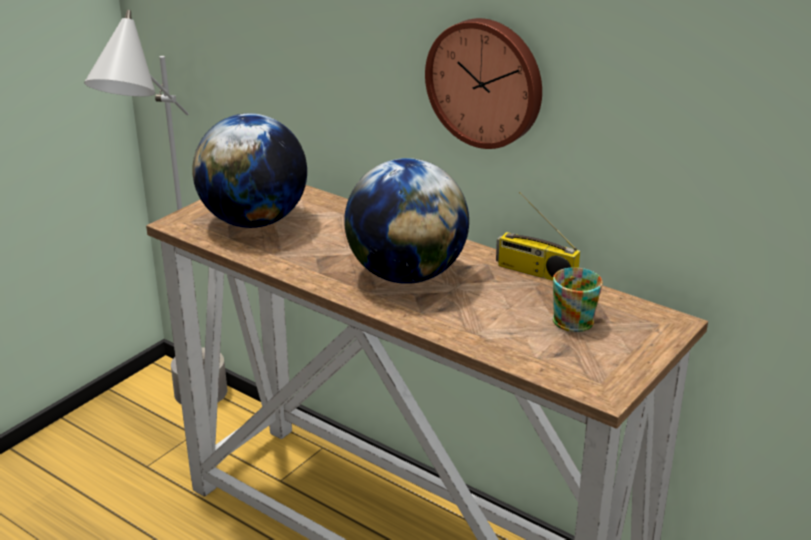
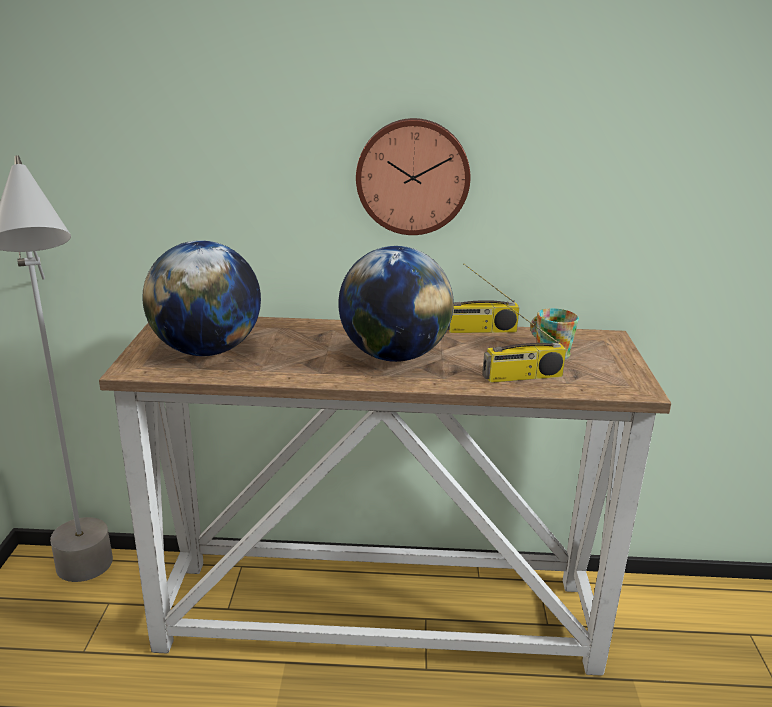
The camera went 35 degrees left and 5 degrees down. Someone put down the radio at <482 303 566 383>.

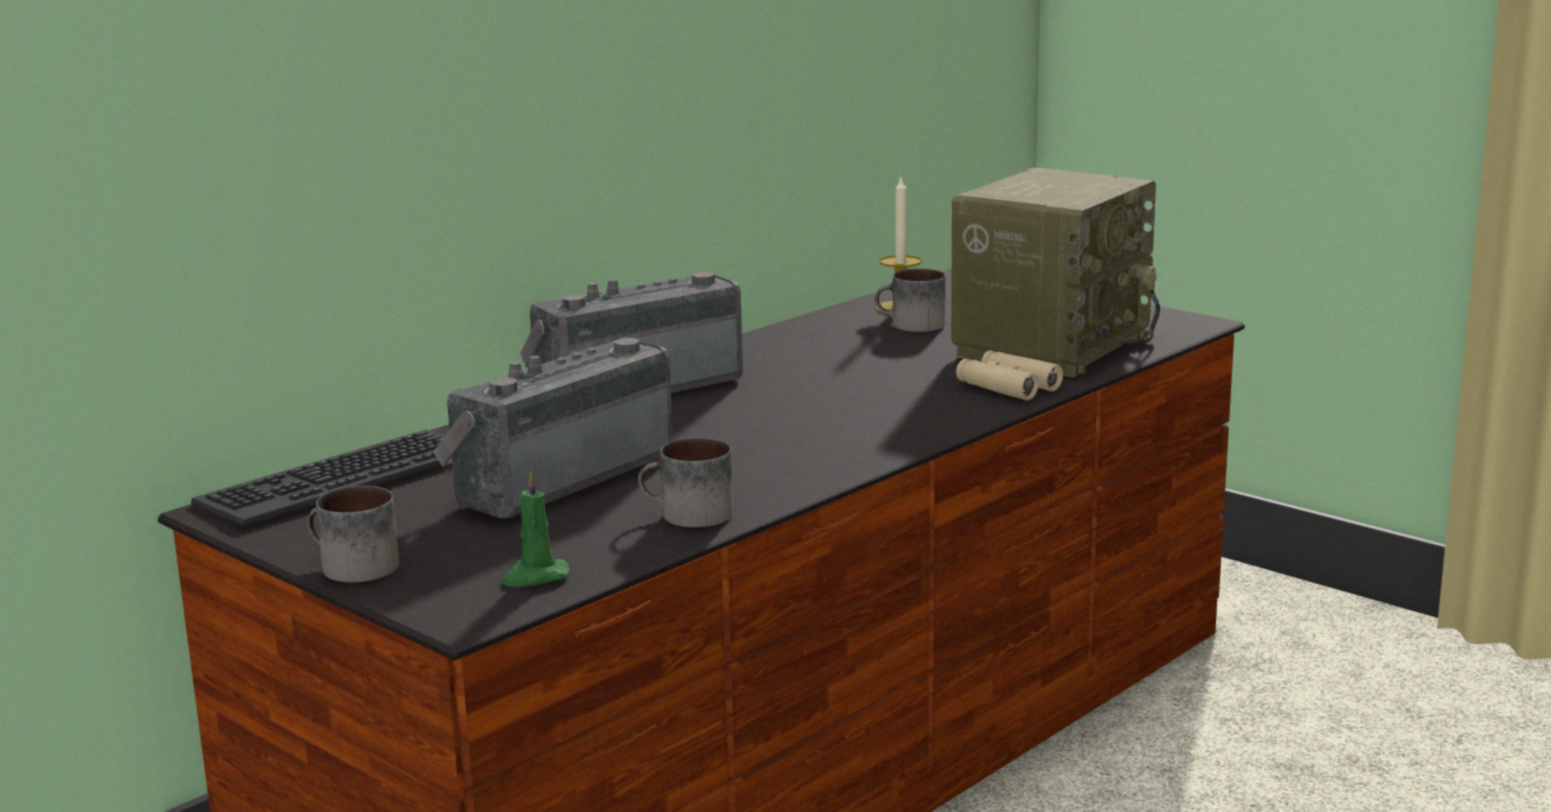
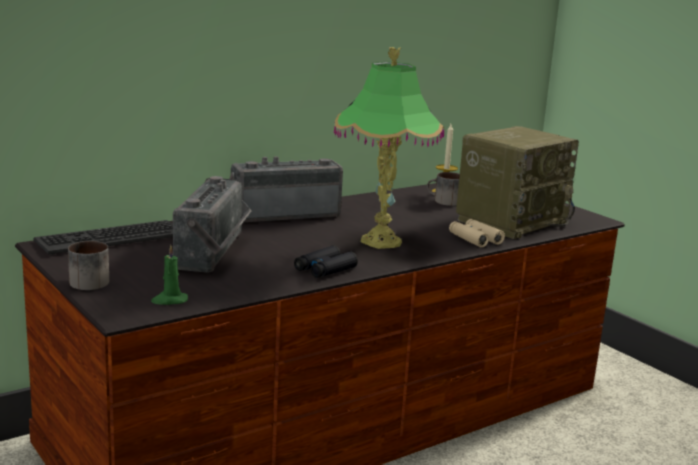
The camera went 10 degrees right and 0 degrees up. Someone took away the mug at <638 438 733 528>. Someone put down the black binoculars at <294 245 358 278>. Someone put down the table lamp at <334 47 444 249>. Someone rotated the radio at <433 337 673 519> by 135 degrees clockwise.

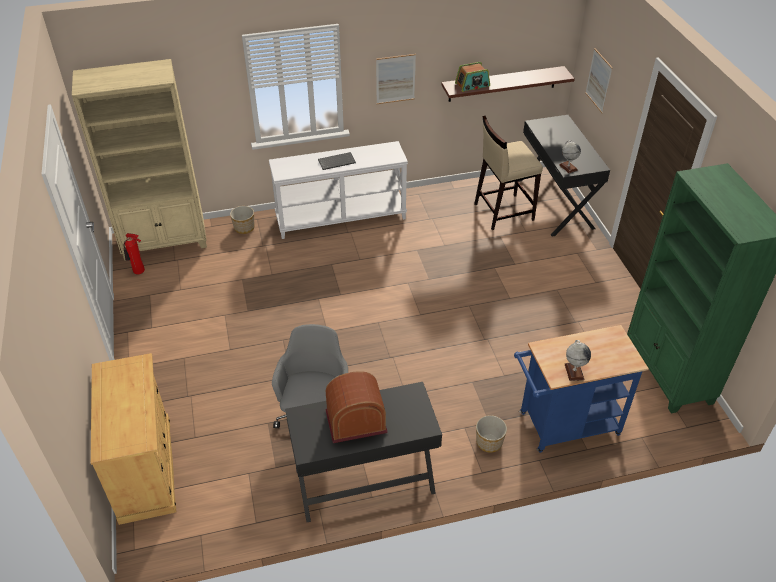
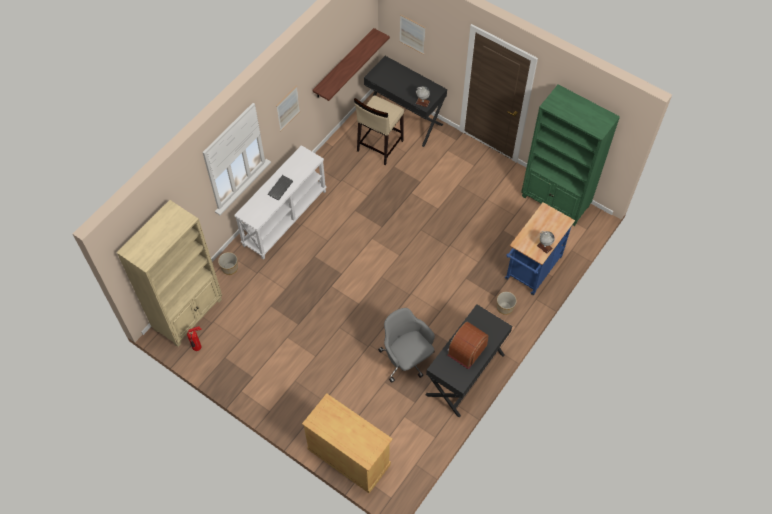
The camera went 40 degrees left and 15 degrees up. Someone took away the radio at <455 62 490 92>.

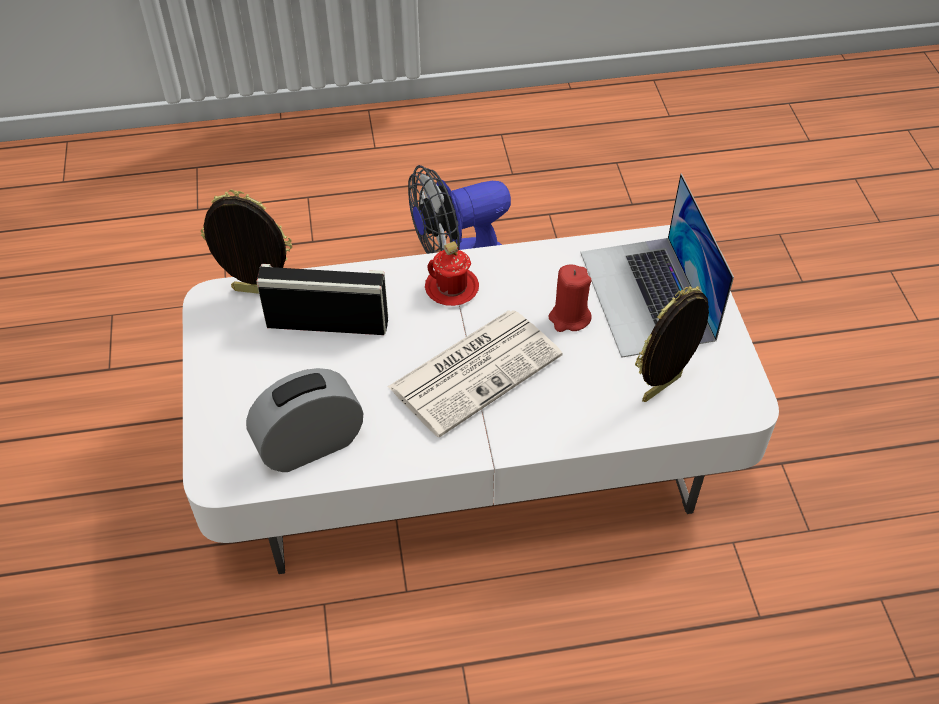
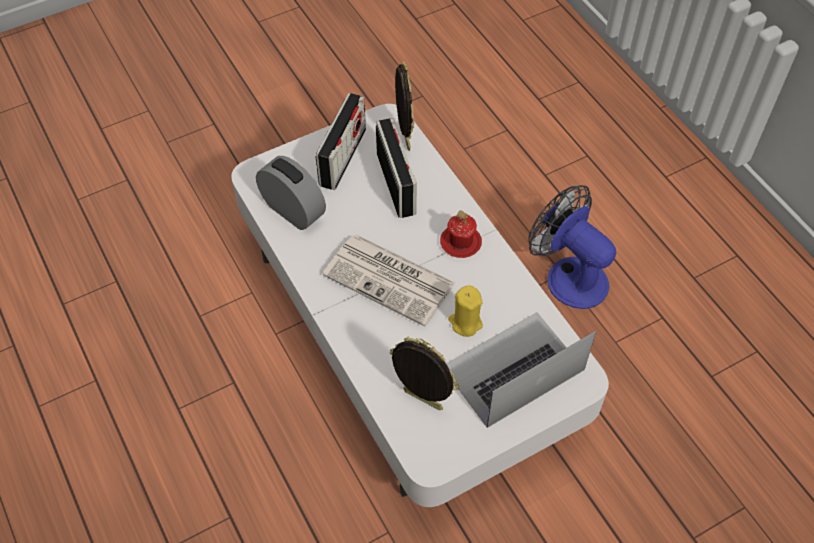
The camera went 70 degrees right and 5 degrees up. Someone put down the radio at <316 93 366 190>. Someone repainted the red candle at <548 264 592 332>, which became the yellow candle at <448 285 483 337>.

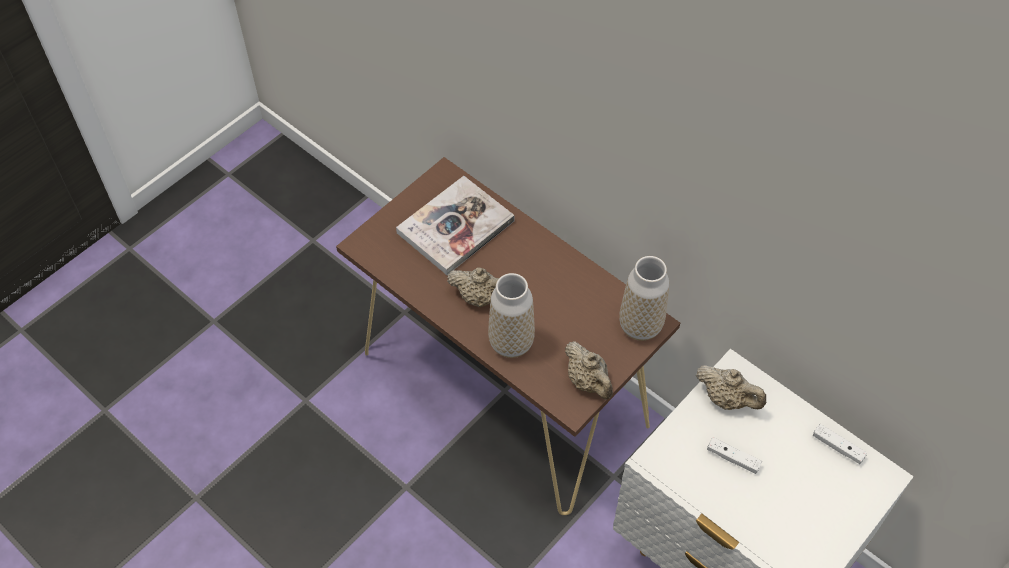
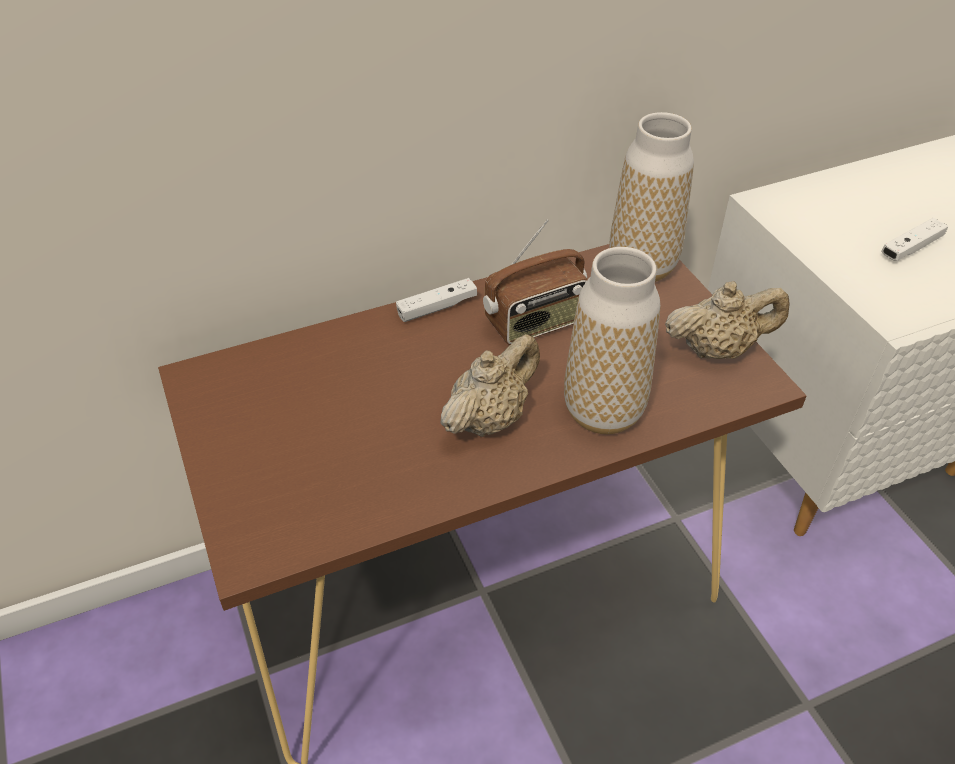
The camera went 65 degrees left and 10 degrees down. Someone took away the book at <396 176 514 275>. Someone took away the beige teapot at <696 365 766 410>. Someone put down the radio at <483 219 588 345>. Someone carried the white game controller from <813 424 867 464> to <396 278 477 322>.

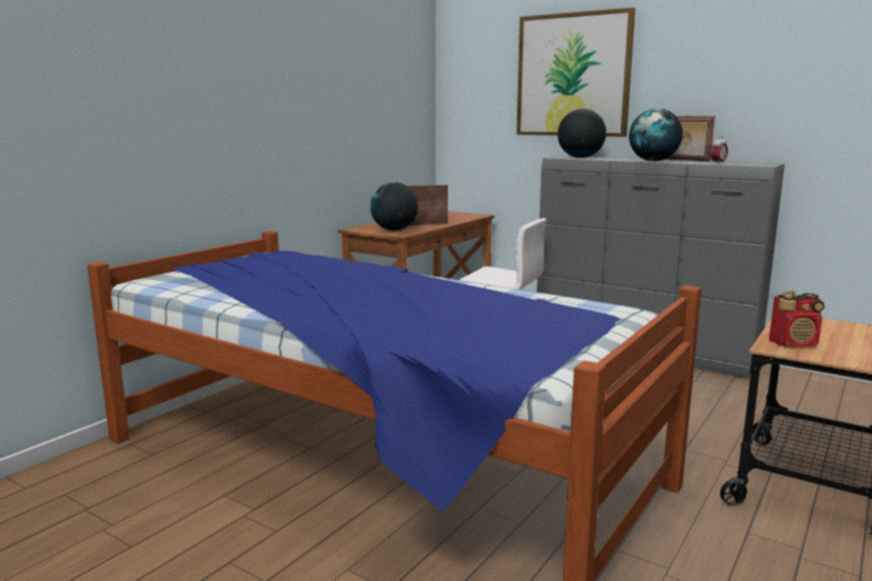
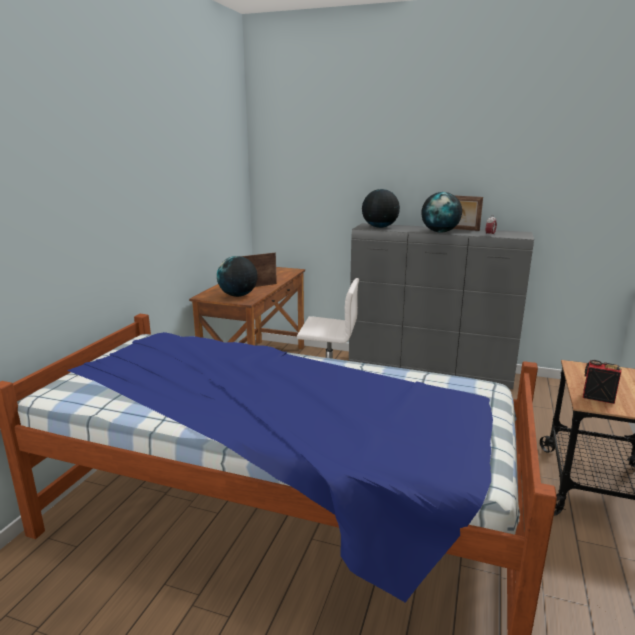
The camera went 15 degrees left and 5 degrees up. Someone took away the picture at <517 7 635 137>. Someone rotated the radio at <769 291 825 347> by 135 degrees counterclockwise.

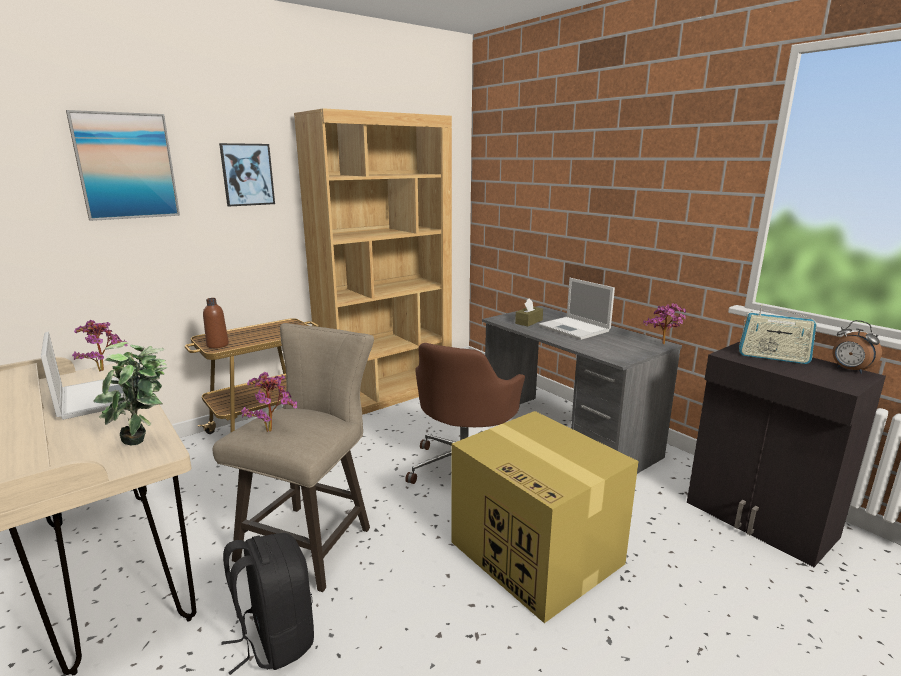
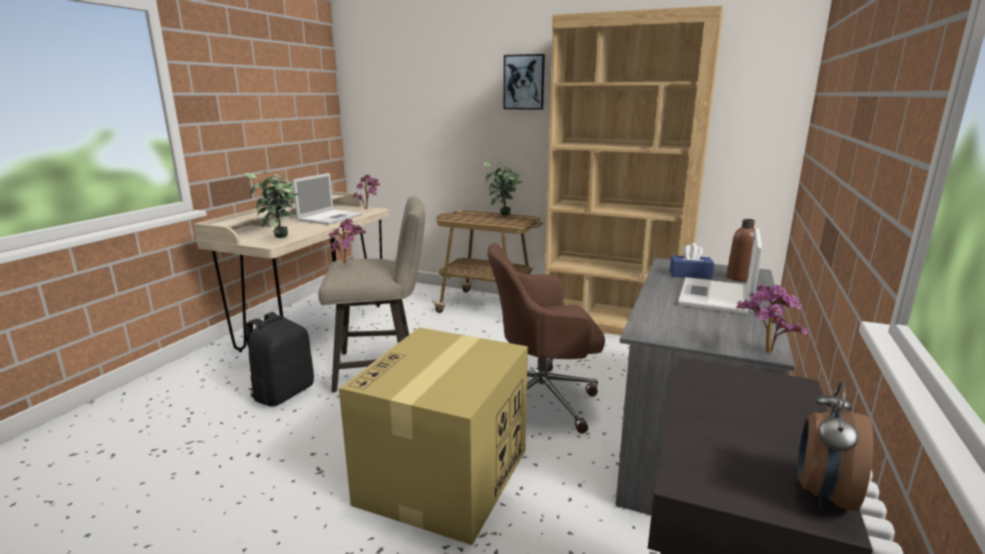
The camera went 60 degrees right and 0 degrees up. Someone took away the picture at <66 110 180 221>. Someone took away the radio at <739 305 817 364>. Someone put down the potted plant at <483 162 522 216>. Someone carried the brown bottle from <203 298 229 348> to <726 219 755 282>. Someone repainted the brown tissue box at <515 298 543 326>, which became the blue tissue box at <670 243 714 279>.

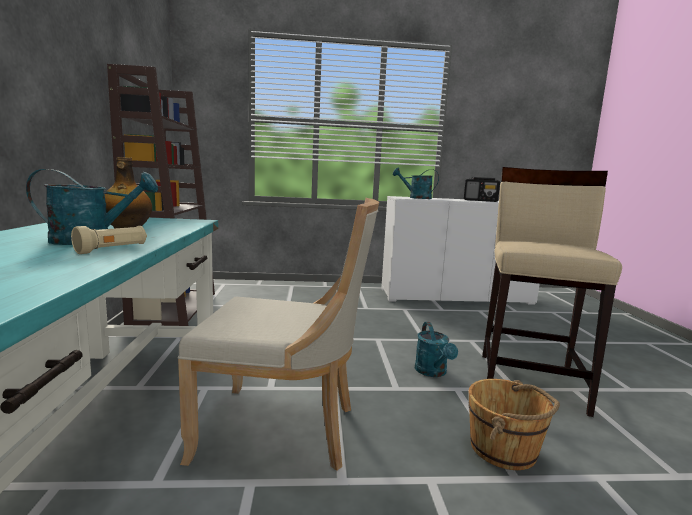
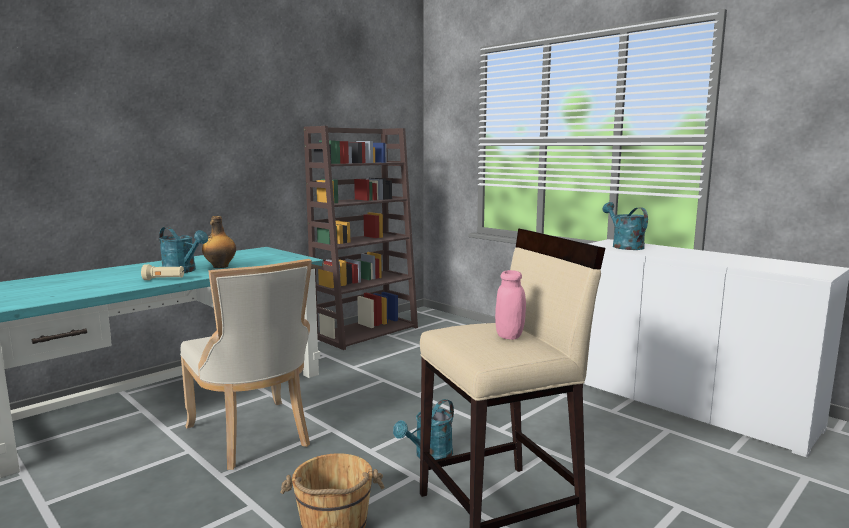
The camera went 50 degrees right and 0 degrees up. Someone took away the radio at <464 177 500 202>. Someone put down the pink jar at <495 270 526 340>.

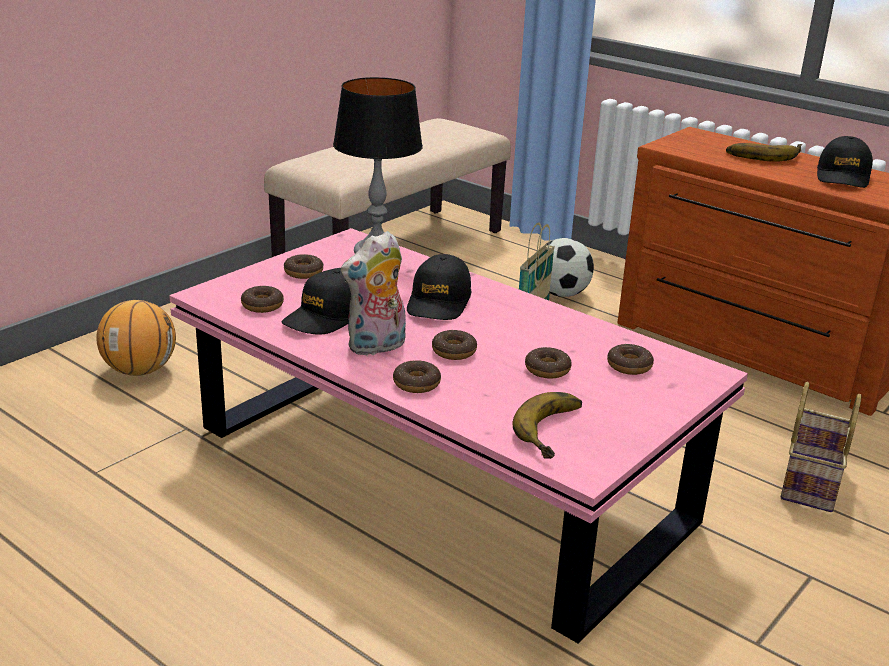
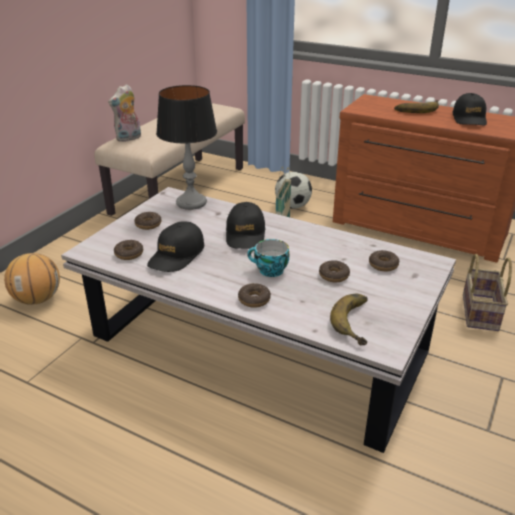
The camera went 10 degrees left and 5 degrees up. Someone carried the plush toy from <341 231 406 355> to <108 84 141 142>. Someone swapped the donut at <432 330 477 360> for the cup at <247 239 289 277>. Someone repainted the pink coffee table at <169 228 748 643>, which became the white coffee table at <61 187 456 453>.

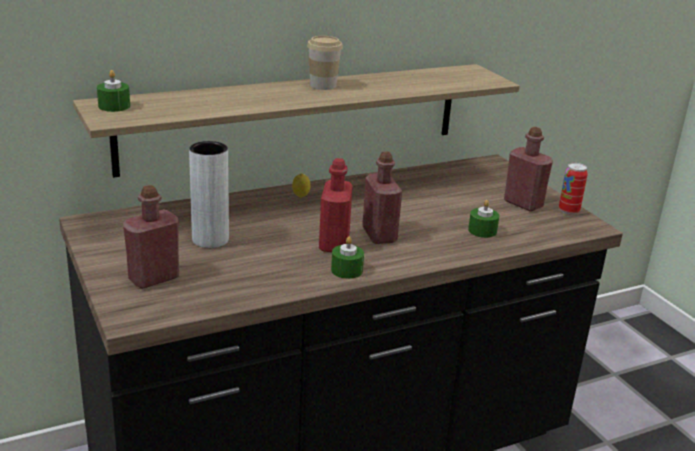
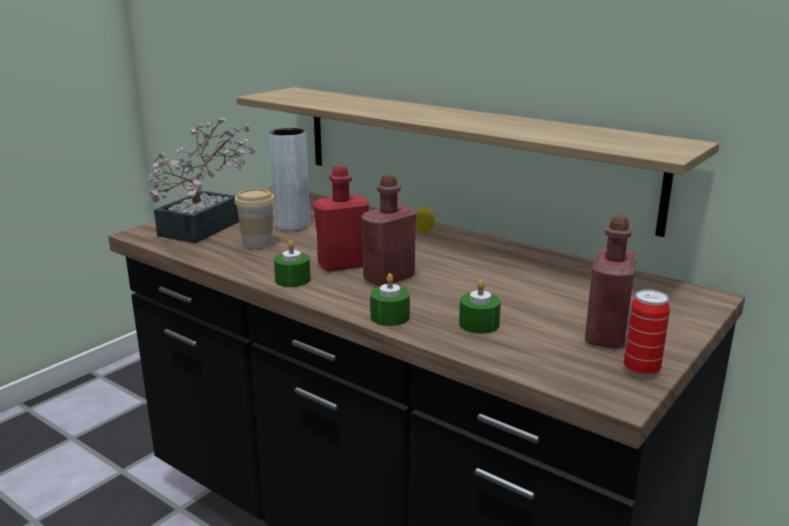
The camera went 65 degrees right and 5 degrees down. Someone carried the green candle from <97 70 130 112> to <370 273 410 326>. Someone carried the cup from <307 36 343 90> to <234 189 275 249>. Someone swapped the red bottle at <123 185 179 289> for the potted plant at <149 117 255 243>.

